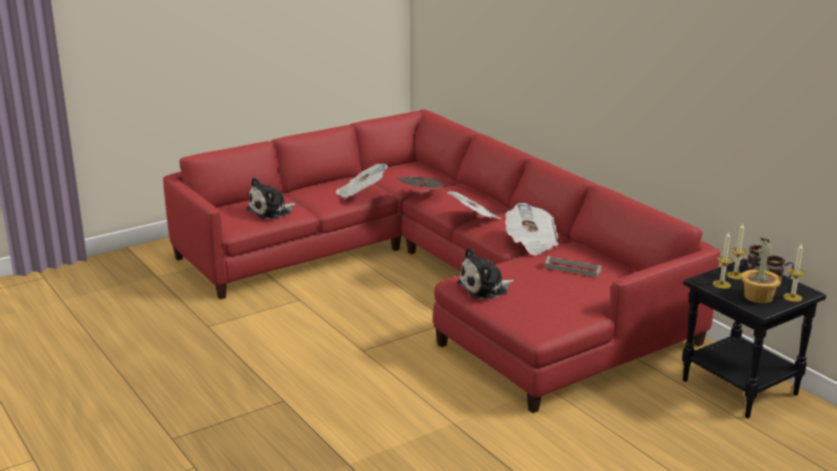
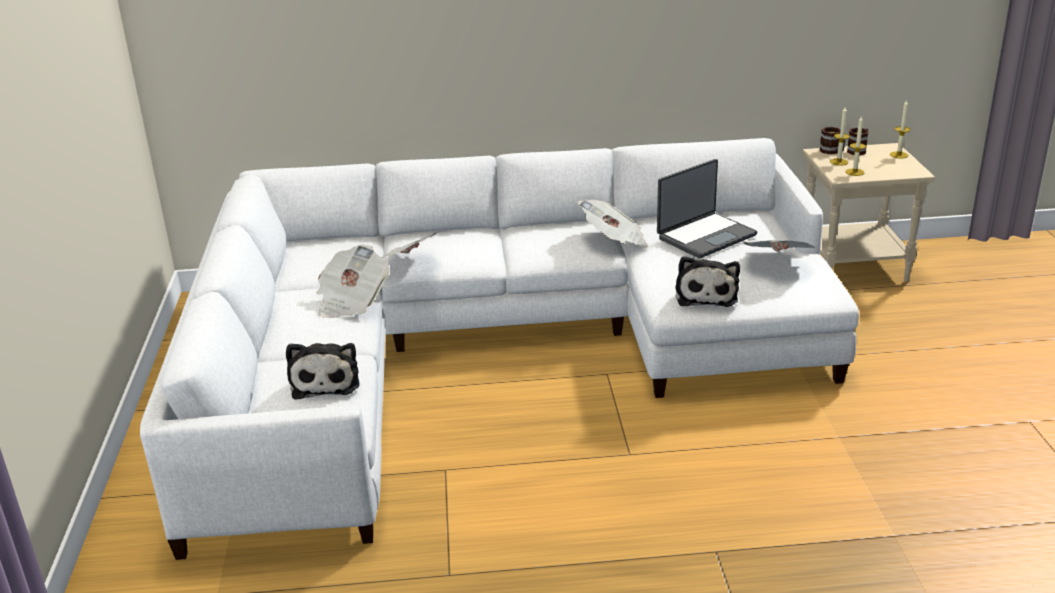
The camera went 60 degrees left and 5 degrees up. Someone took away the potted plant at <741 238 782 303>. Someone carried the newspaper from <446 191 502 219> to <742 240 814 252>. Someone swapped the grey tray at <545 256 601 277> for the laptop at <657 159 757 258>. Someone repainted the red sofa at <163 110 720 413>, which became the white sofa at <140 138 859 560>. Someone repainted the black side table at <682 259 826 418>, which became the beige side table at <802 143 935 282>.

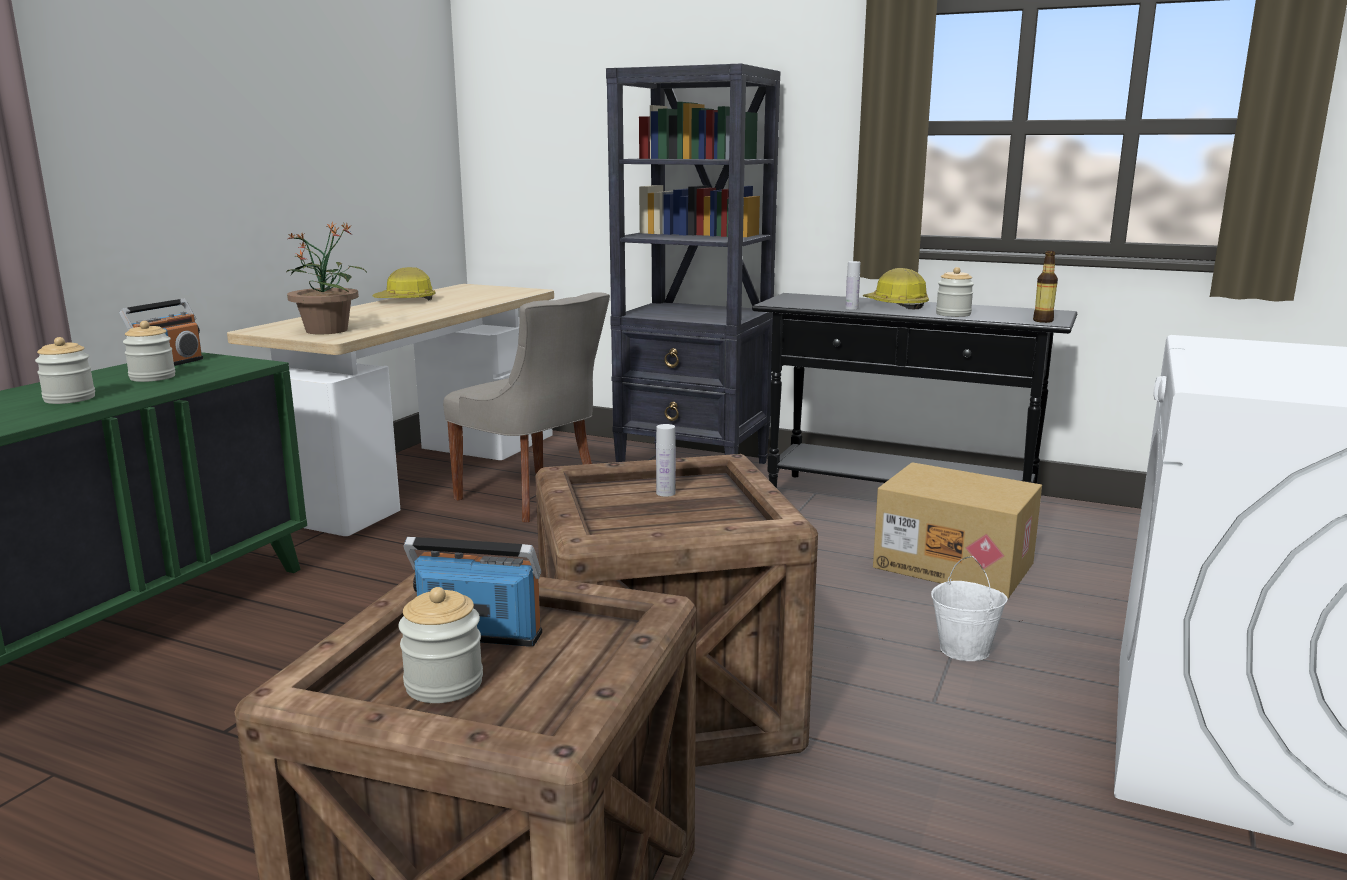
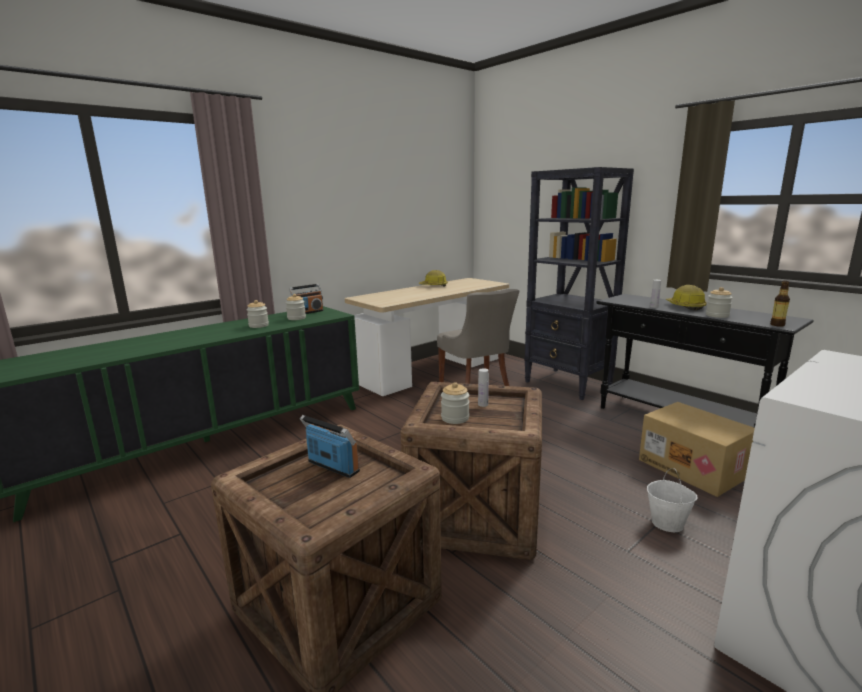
The camera went 25 degrees right and 0 degrees up. Someone took away the potted plant at <287 221 367 334>. Someone carried the jar from <399 587 483 703> to <441 382 469 424>.

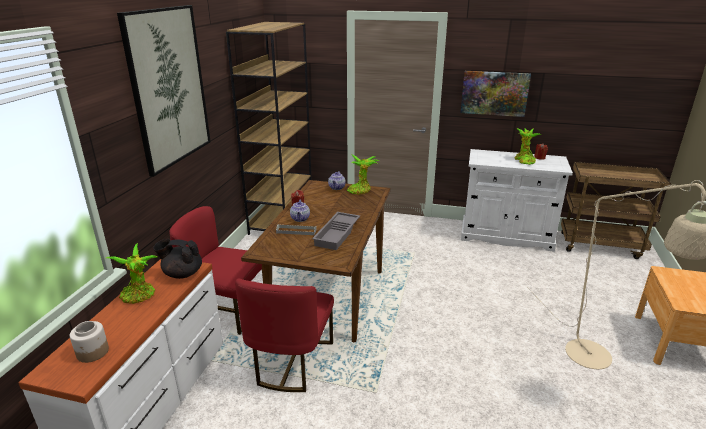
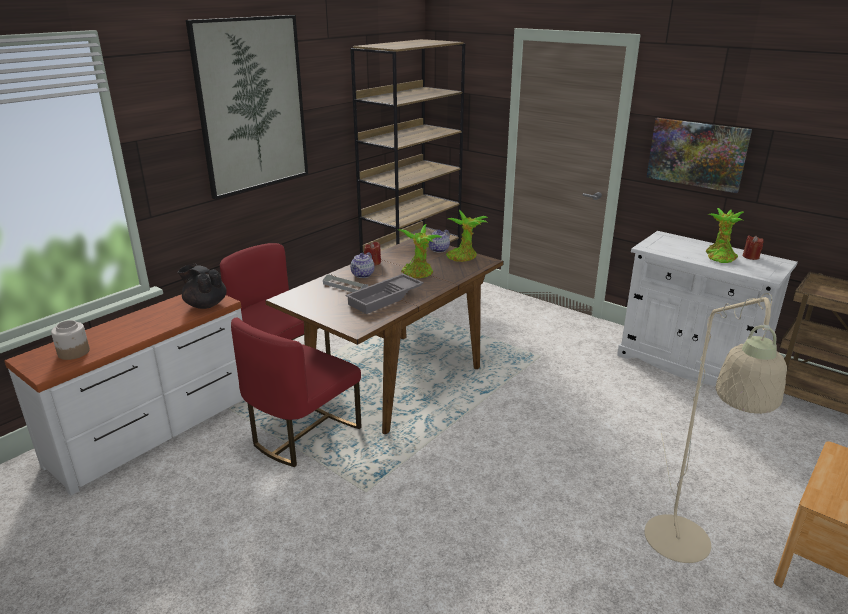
The camera went 25 degrees right and 0 degrees up. Someone carried the potted plant from <106 243 157 304> to <399 224 441 278>.

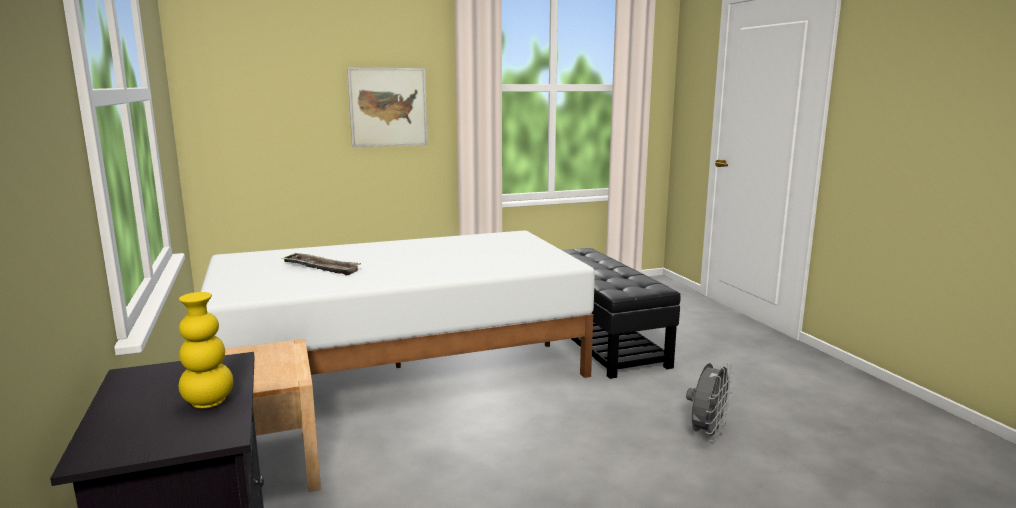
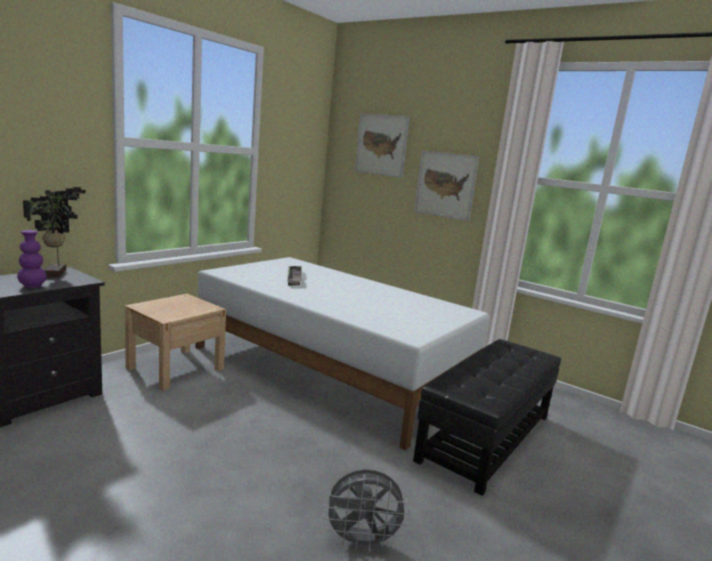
The camera went 55 degrees right and 0 degrees up. Someone put down the potted plant at <23 187 86 277>. Someone put up the picture at <355 114 410 178>. Someone repainted the yellow vase at <179 292 233 408>, which became the purple vase at <17 230 47 288>.

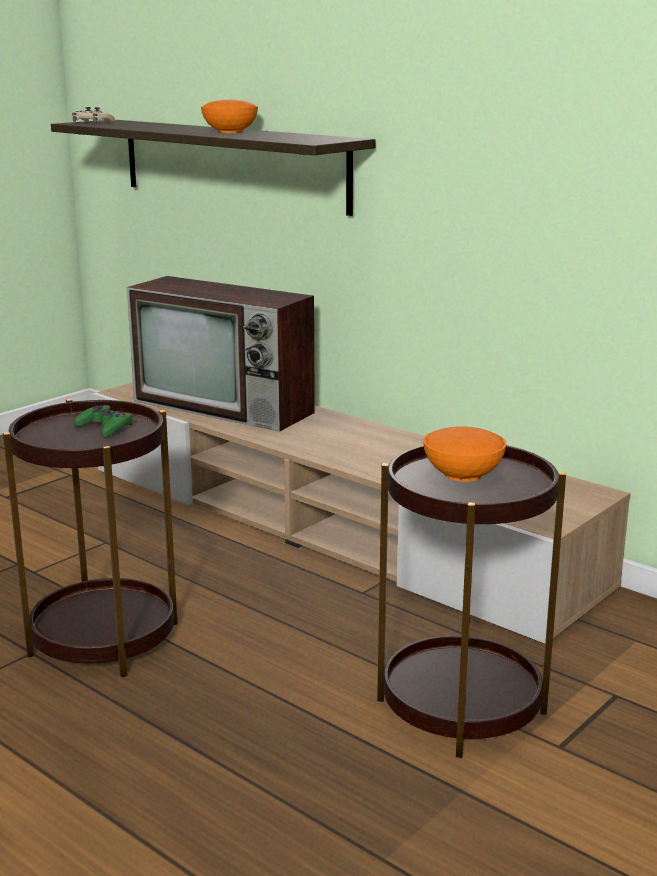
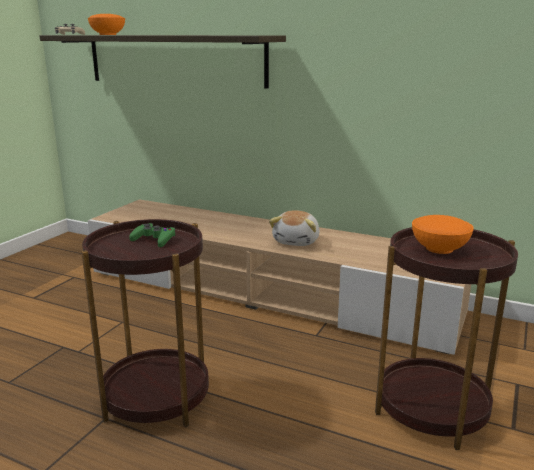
The camera went 15 degrees left and 0 degrees up. Someone took away the television at <127 276 315 432>. Someone put down the plush toy at <269 210 320 246>. Someone carried the orange bowl from <201 100 258 133> to <88 14 125 35>.

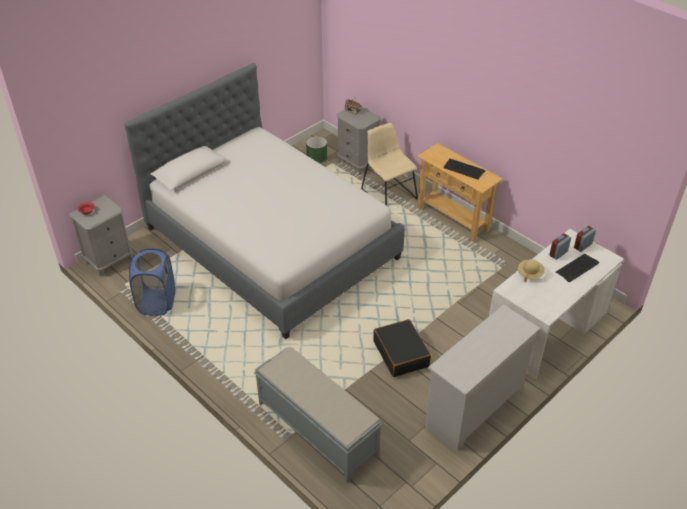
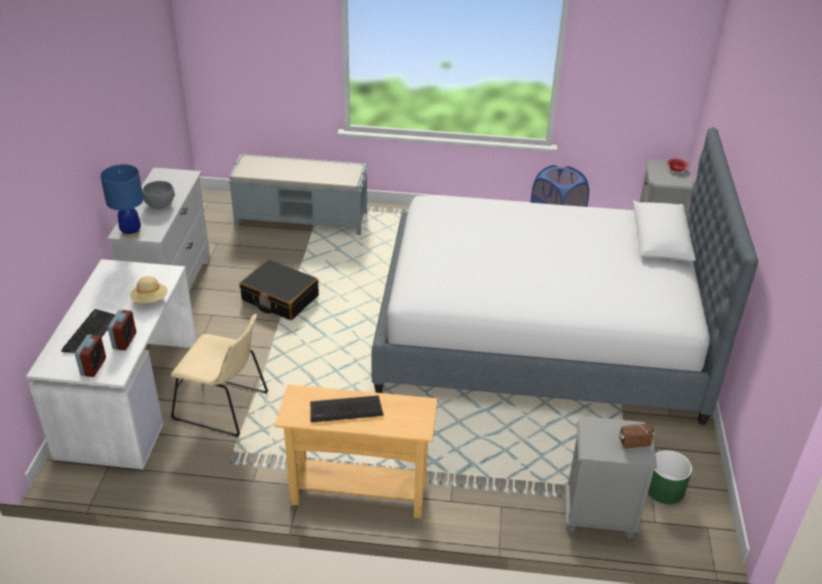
The camera went 140 degrees right and 5 degrees down. Someone put down the blue table lamp at <100 164 144 237>. Someone put down the grey bowl at <142 181 175 209>. Someone carried the beige chair from <361 123 418 206> to <171 314 268 437>.

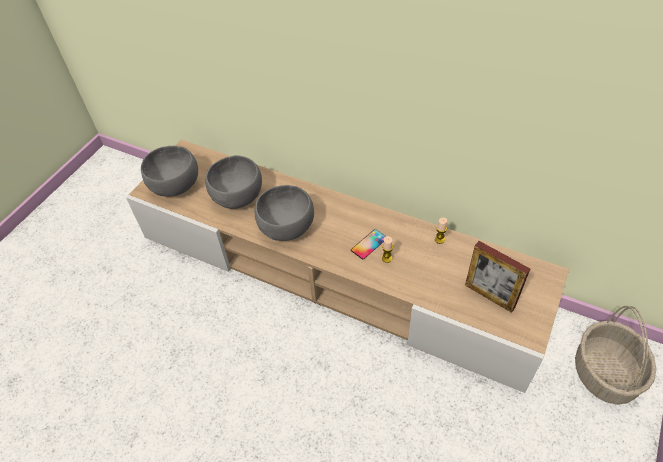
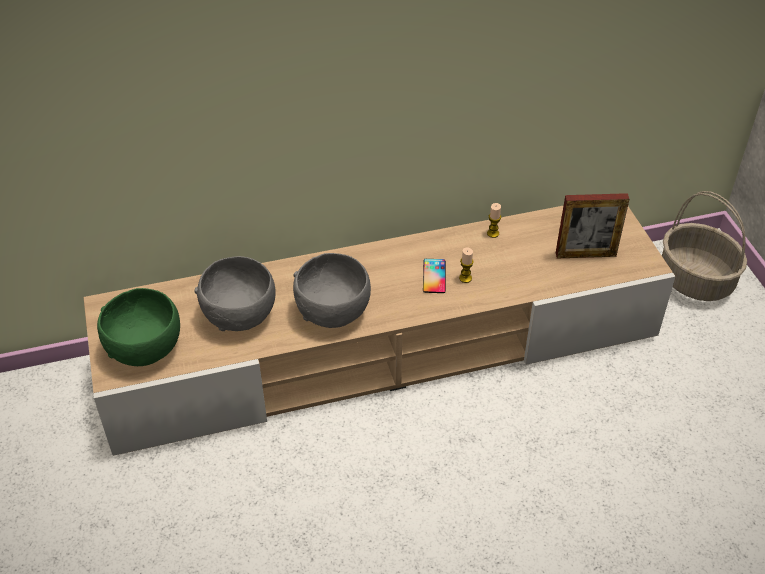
The camera went 45 degrees left and 5 degrees down. Someone repainted the grey bowl at <141 146 198 197>, which became the green bowl at <97 288 180 366>.

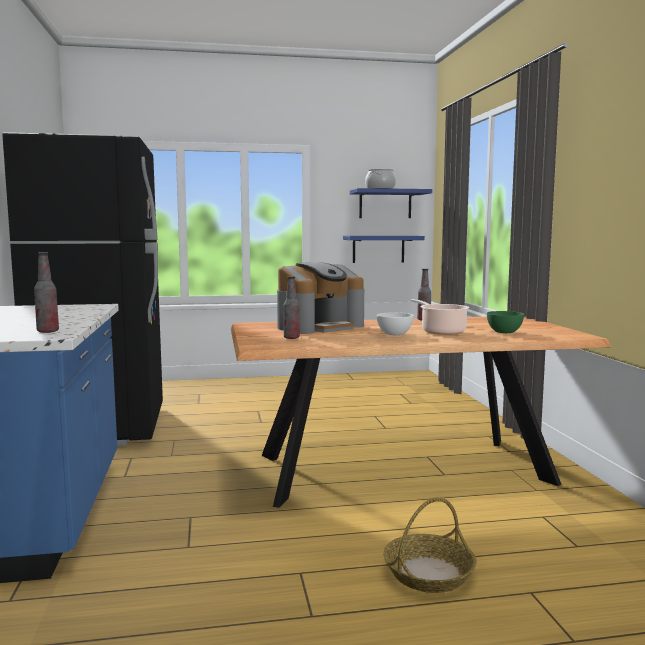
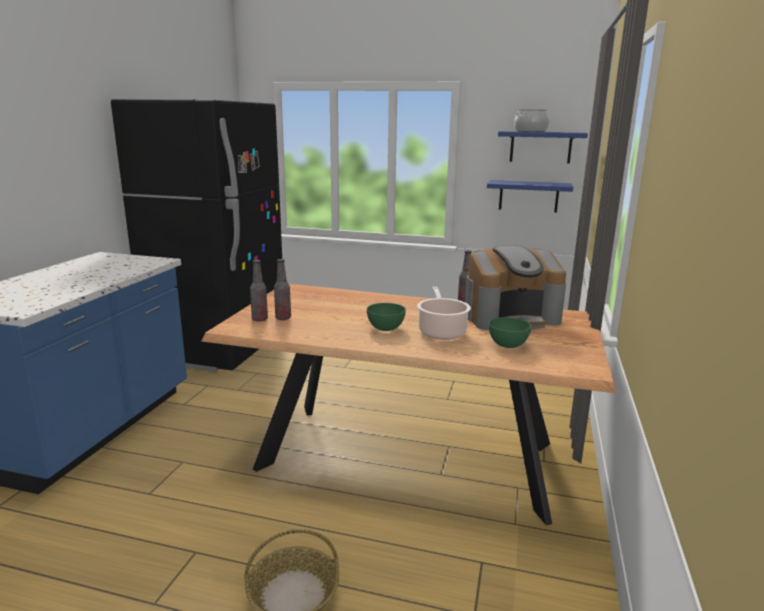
The camera went 25 degrees right and 10 degrees up. Someone carried the bottle from <34 252 59 333> to <250 260 268 322>. Someone carried the coffee machine from <277 262 364 334> to <465 245 566 330>. Someone repainted the white bowl at <377 313 414 335>, which became the green bowl at <367 303 406 331>.

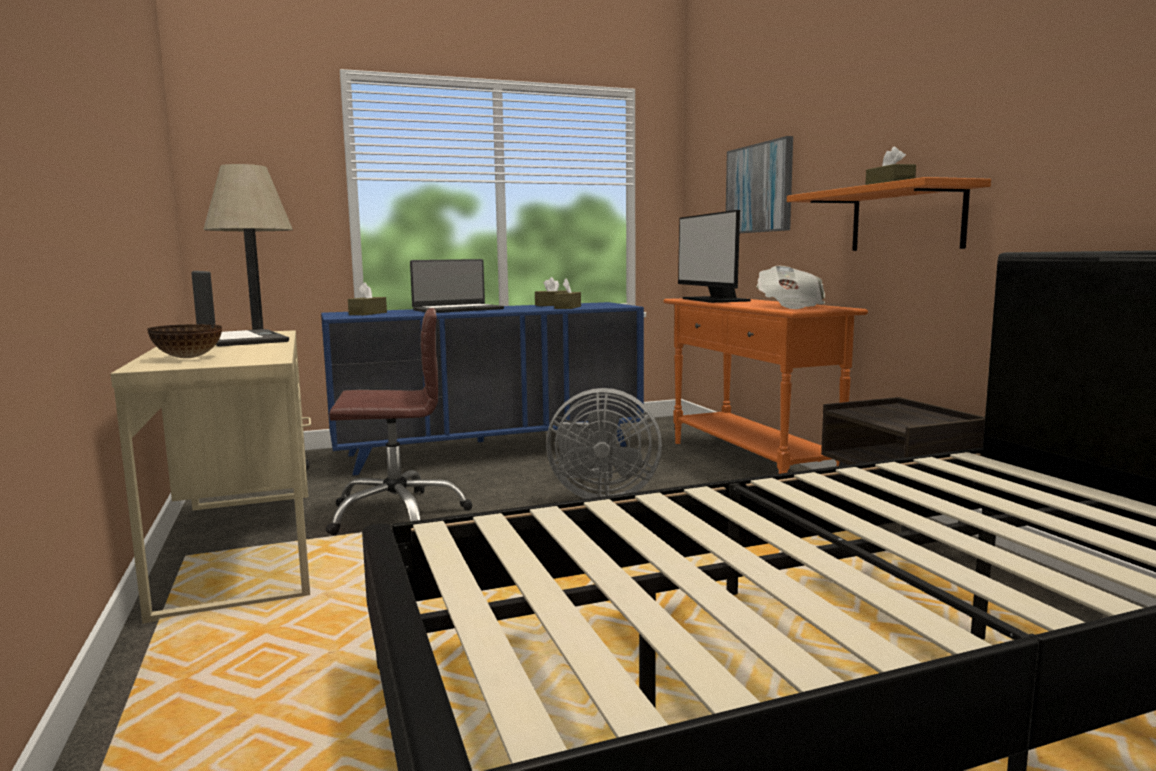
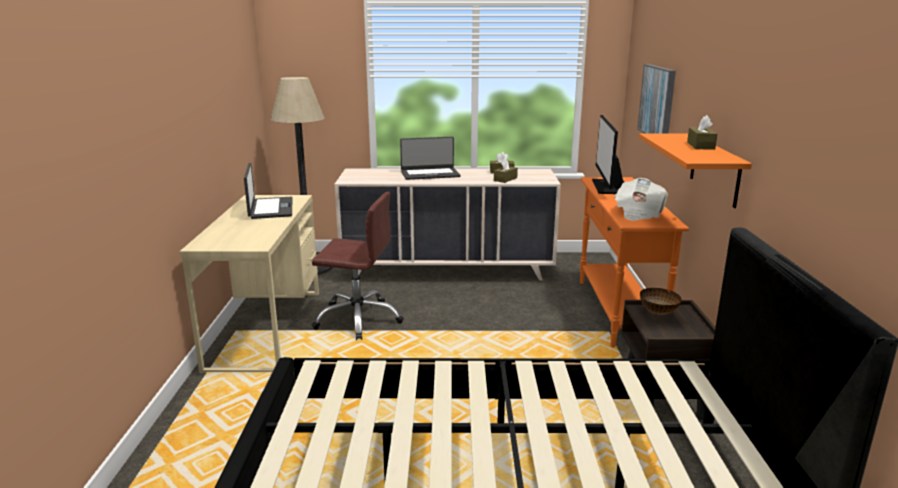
The camera went 20 degrees right and 10 degrees up. Someone took away the brown tissue box at <348 283 387 315>. Someone took away the grey fan at <546 388 662 499>. Someone carried the bowl from <147 324 222 358> to <640 288 682 315>. Someone repainted the blue dresser at <321 302 644 475>, which became the beige dresser at <334 168 561 281>.

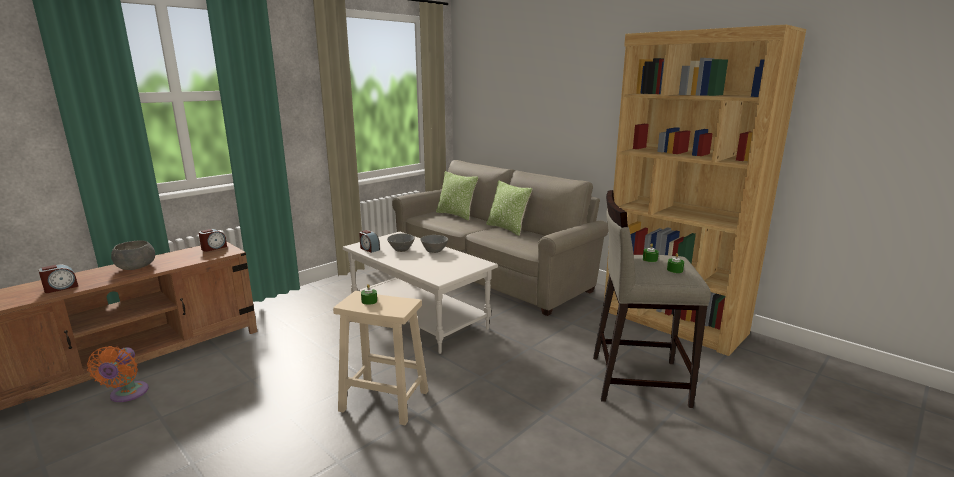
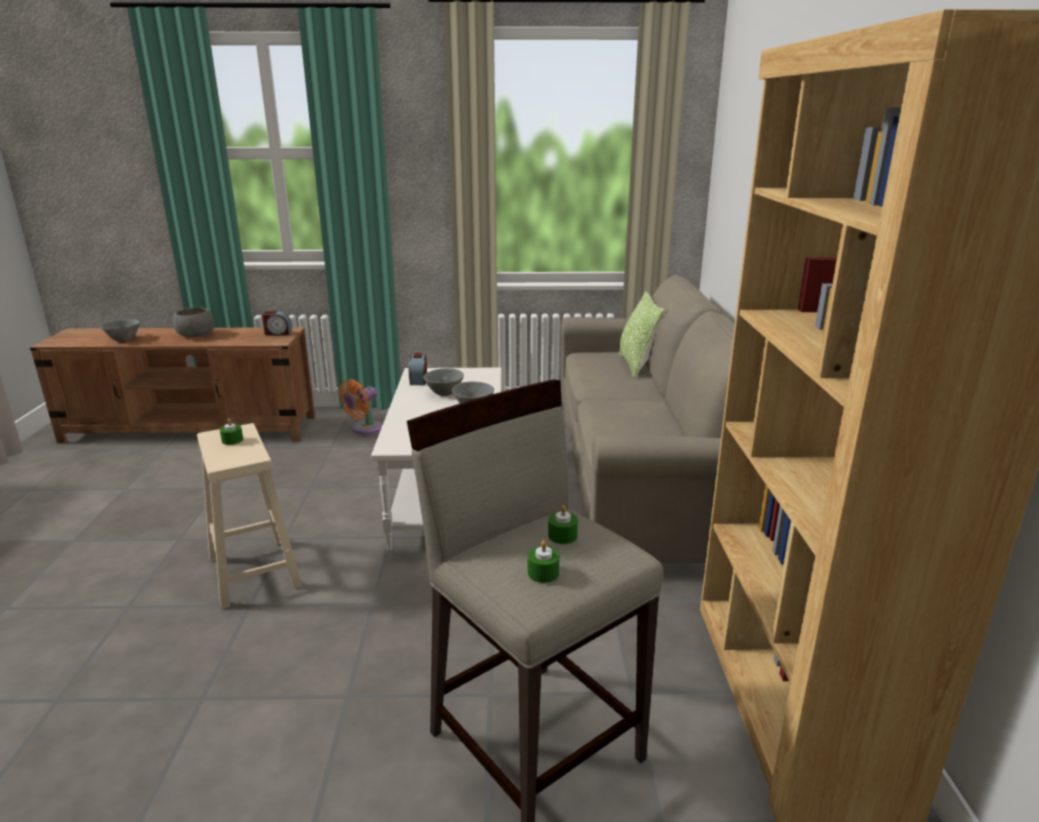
The camera went 45 degrees right and 5 degrees up. Someone took away the pillow at <486 180 532 236>. Someone carried the orange fan from <87 346 149 402> to <339 379 383 434>. Someone swapped the alarm clock at <38 265 78 293> for the grey bowl at <101 319 140 342>.

